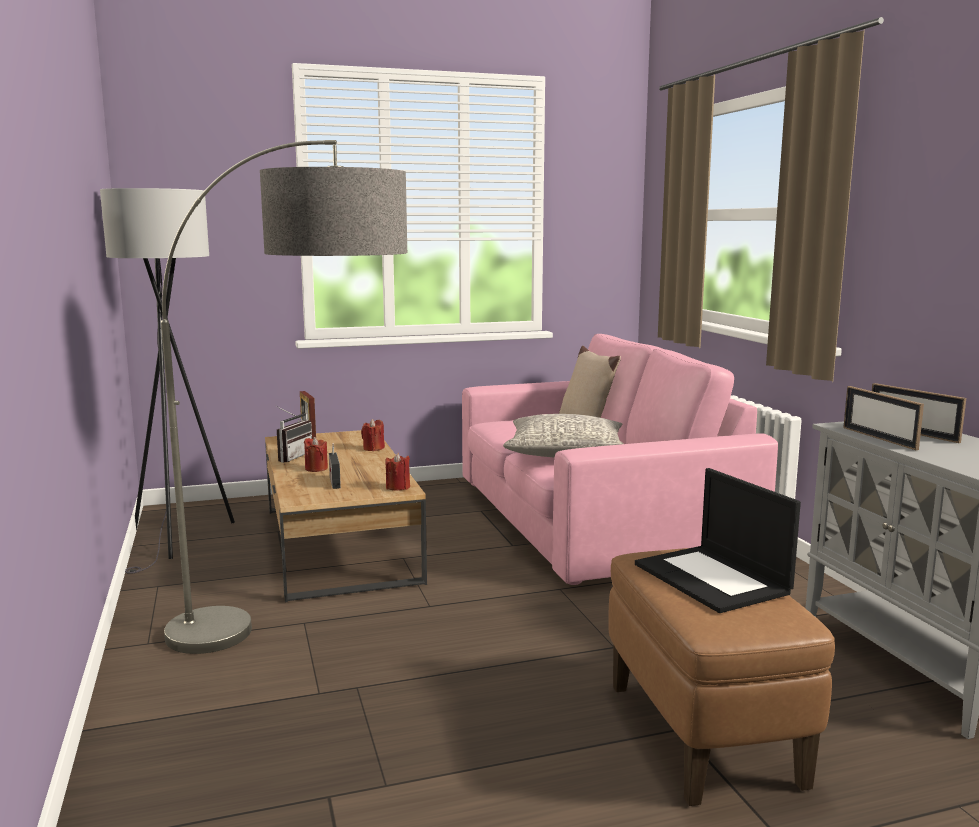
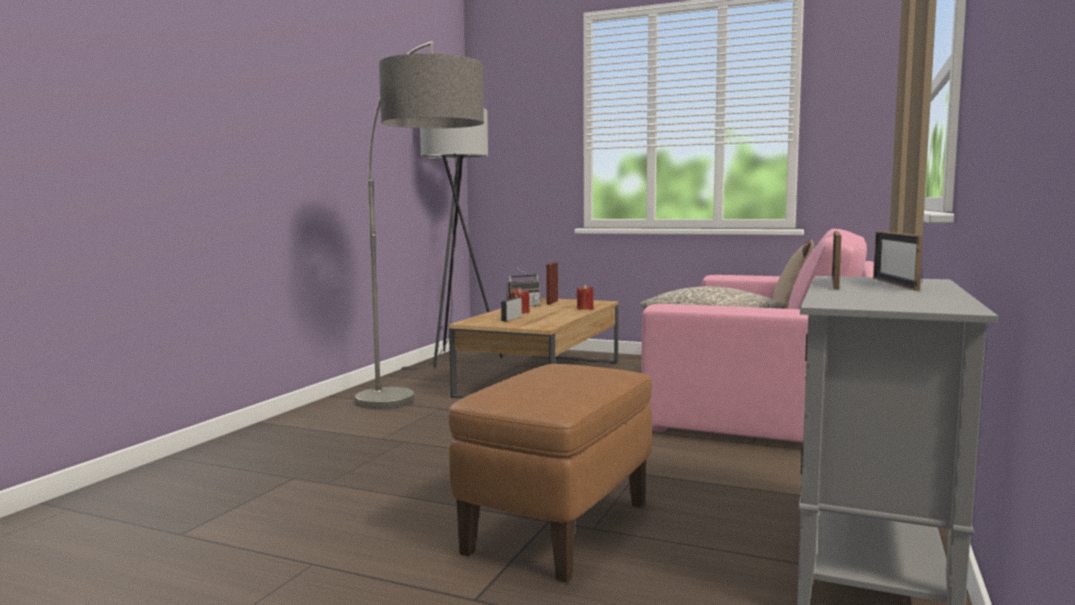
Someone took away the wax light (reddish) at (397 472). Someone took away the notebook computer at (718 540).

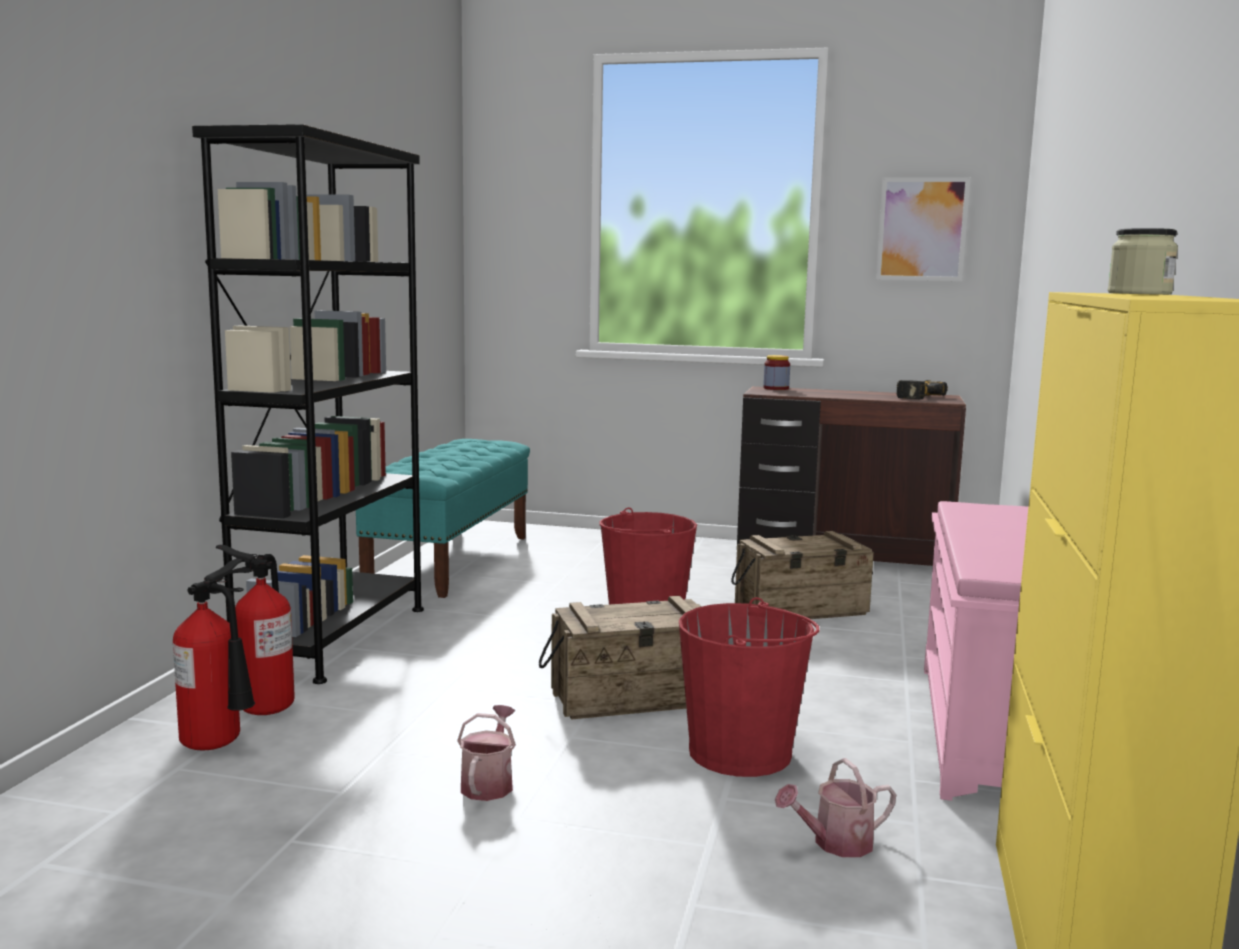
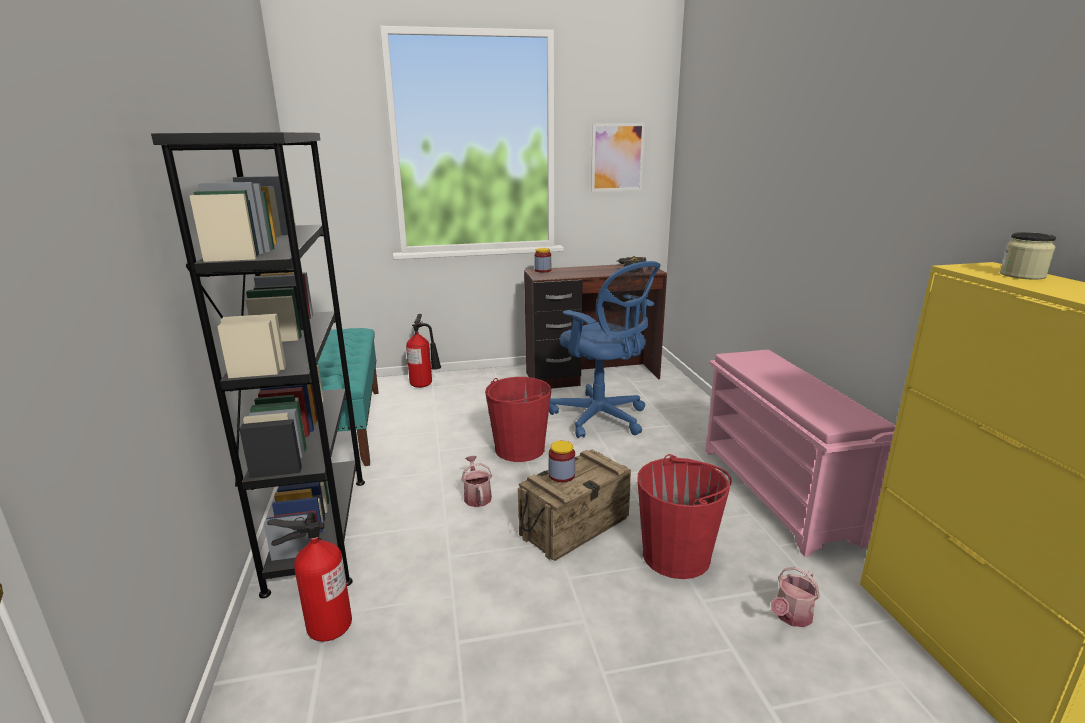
Someone carried the fire extinguisher from (214 654) to (423 351). Someone carried the watering can from (486 753) to (476 481). Someone put down the jar at (561 461). Someone swapped the shipping crate at (802 575) for the desk chair (blue) at (604 349).

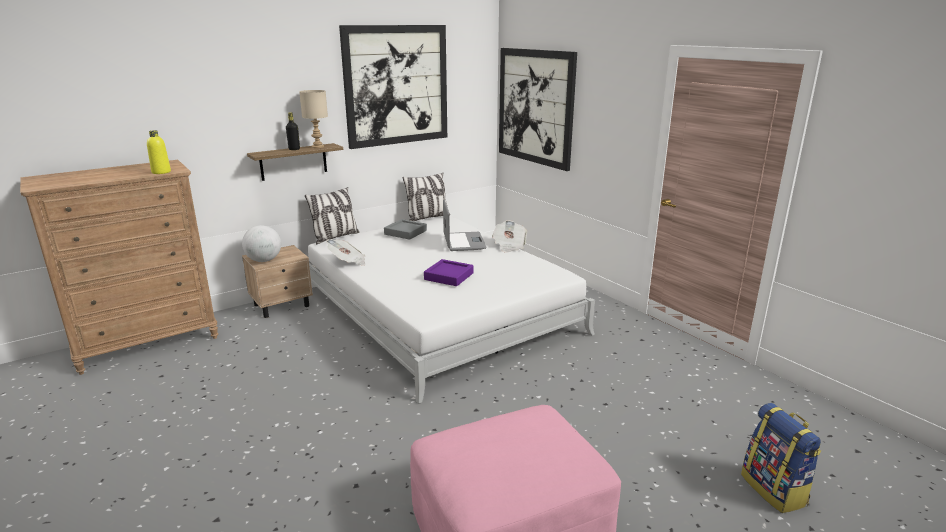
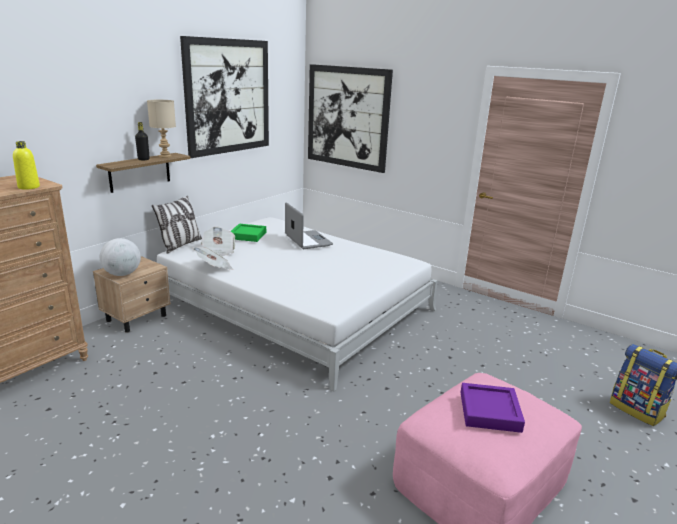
Someone carried the daily paper from (509 236) to (218 242). Someone repainted the tray (grey) at (405 229), which became the tray (green) at (248 233). Someone carried the tray (purplish) from (449 272) to (492 408). Someone took away the pillow at (426 197).

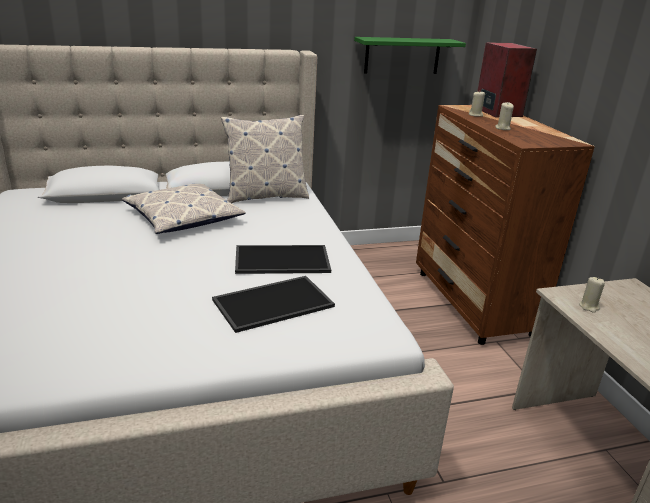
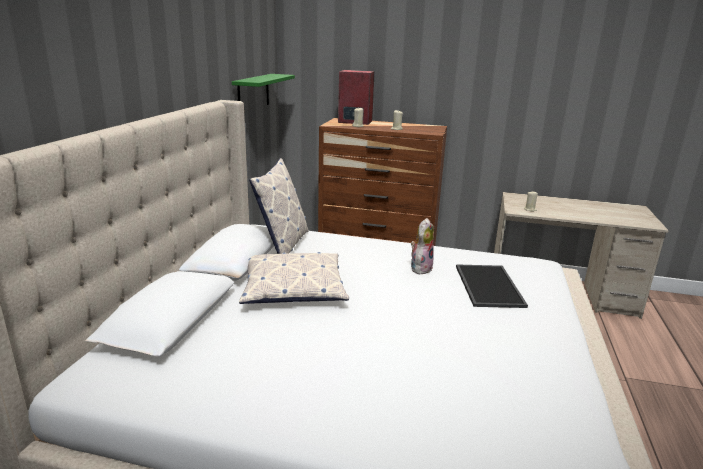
Someone swapped the tray at (283 259) for the soft toy at (422 246).

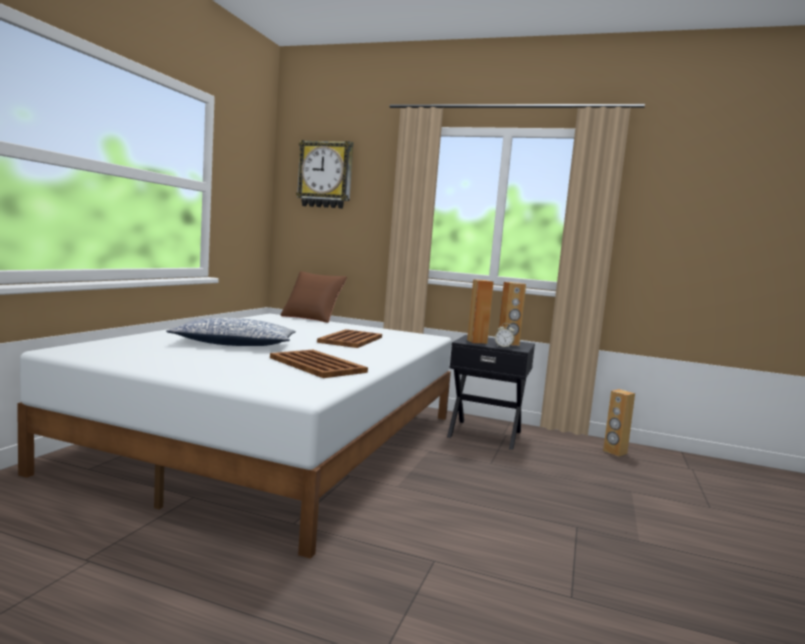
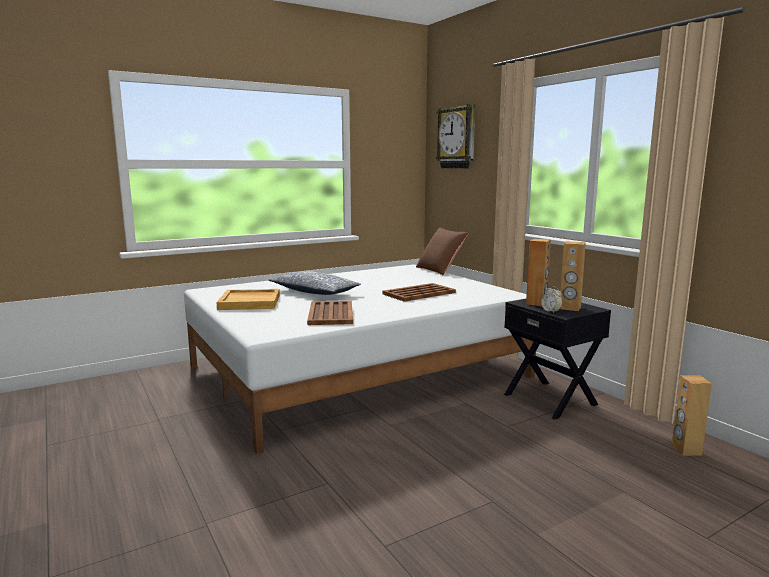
Someone put down the tray (beige) at (248 299).

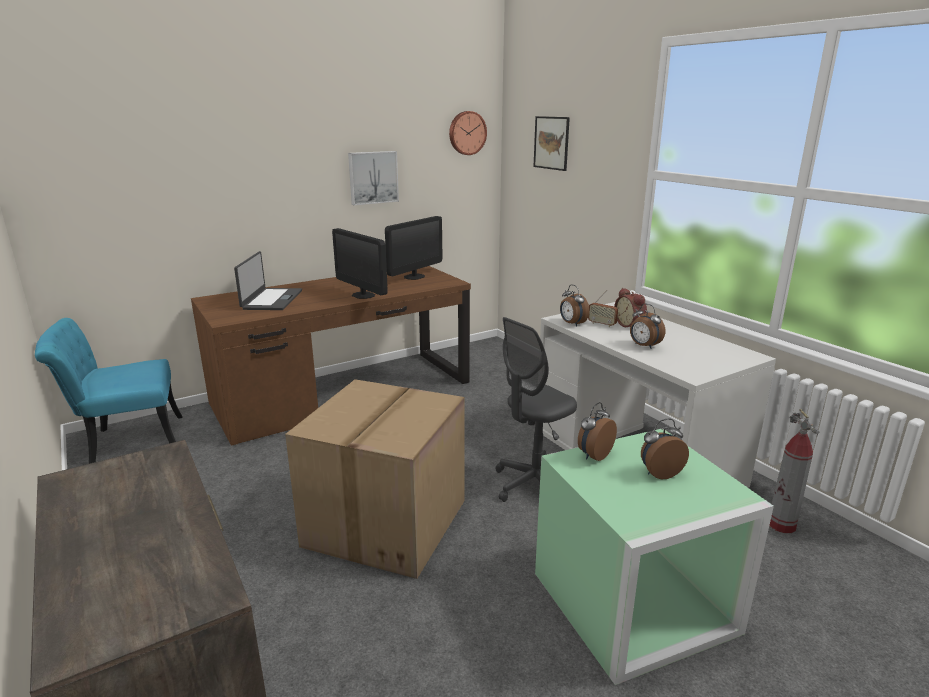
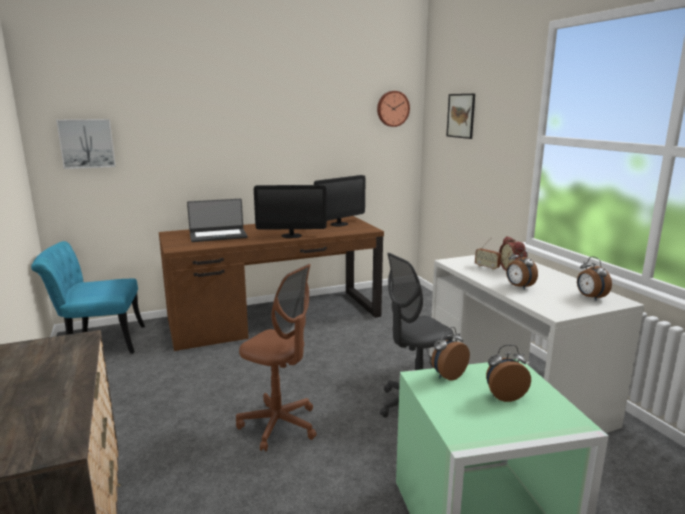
Someone carried the picture from (373 178) to (86 144). Someone rotated the notebook computer at (268 280) by 60 degrees clockwise. Someone swapped the cardboard box at (374 479) for the desk chair (brown) at (276 358). Someone rotated the monitor at (359 263) by 60 degrees counterclockwise. Someone carried the bedside clock from (574 306) to (594 278). Someone took away the fire extinguisher at (794 471).

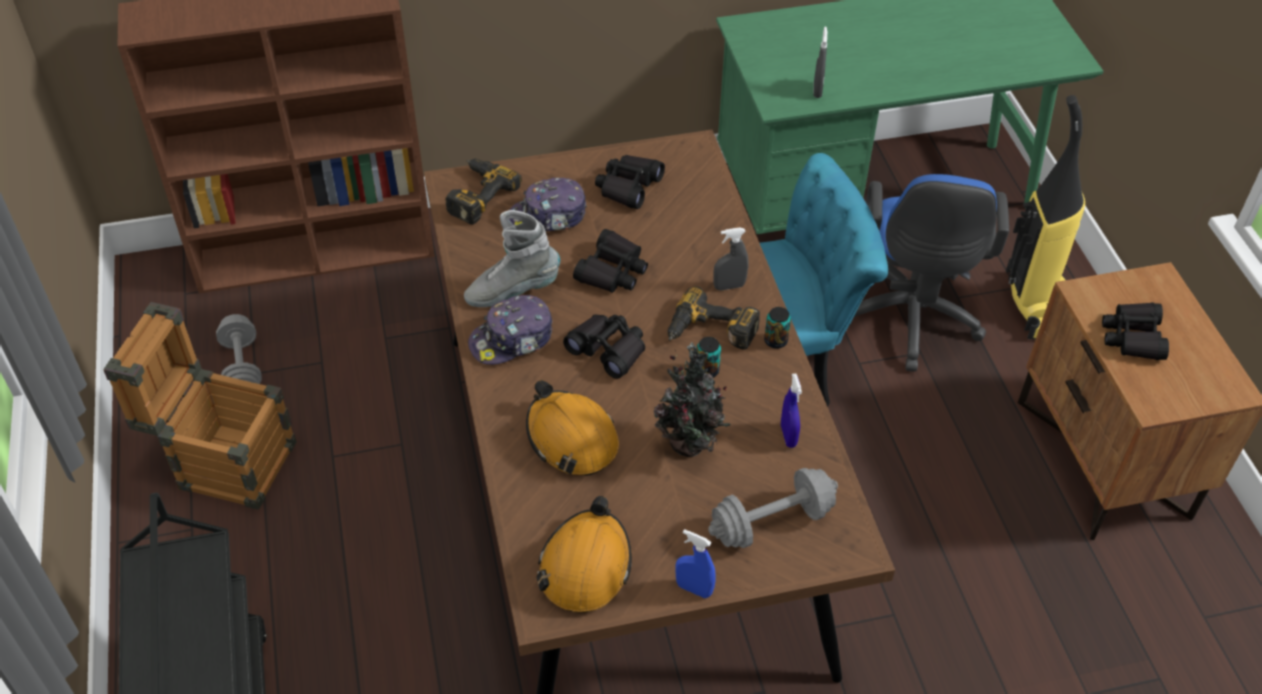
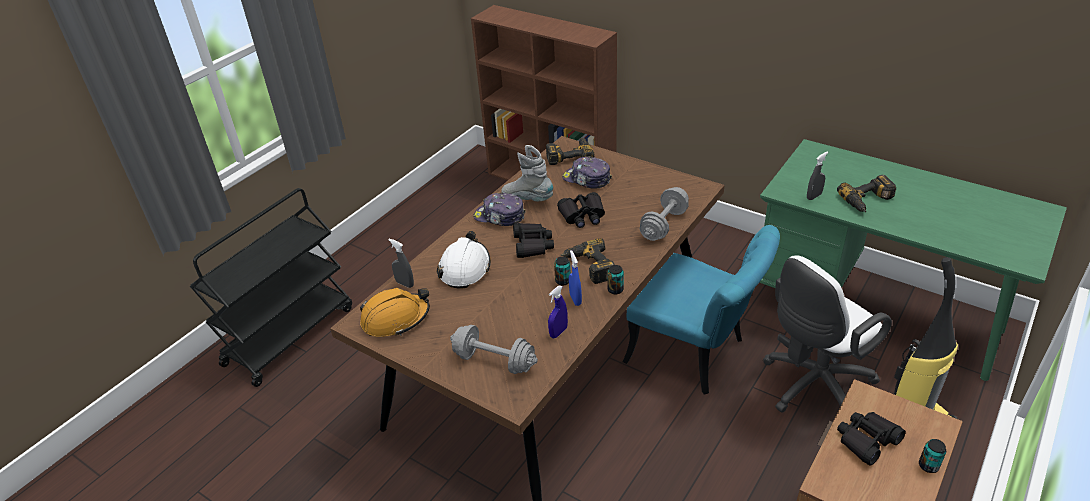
Someone carried the sprayer (grey) from (730 259) to (401 263). Someone repainted the work helmet (orange) at (572 428), which became the work helmet (whitish) at (463 260). Someone carried the sprayer (blue) from (695 563) to (575 278). Someone carried the free weight (grey) from (239 349) to (664 214). Someone repainted the desk chair (blue) at (929 273), which became the desk chair (whitish) at (827 334). Someone put down the electric drill at (866 193). Someone put down the sealed can at (932 456). Someone took away the shipping crate at (200 406). Someone took away the binoculars (black-coloured) at (630 182). Someone took away the potted plant at (692 399).

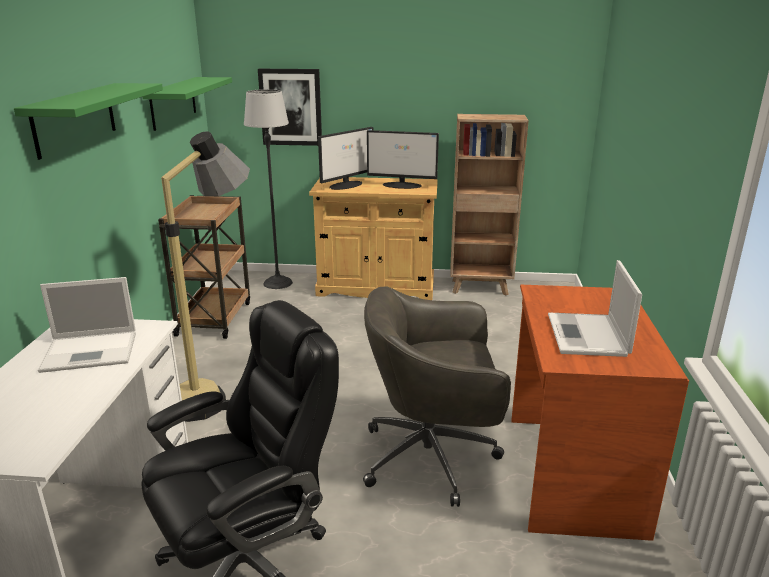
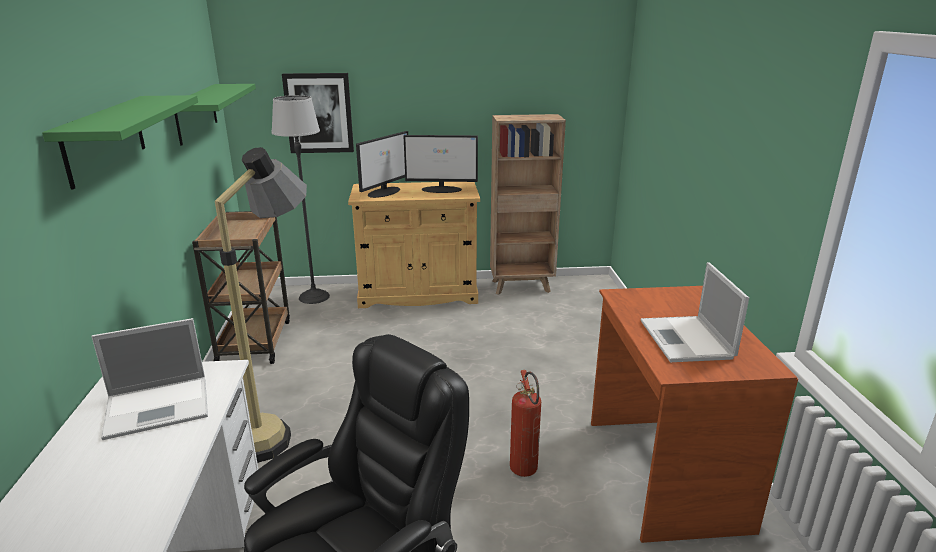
Someone swapped the desk chair (grey) at (437 396) for the fire extinguisher at (525 423).

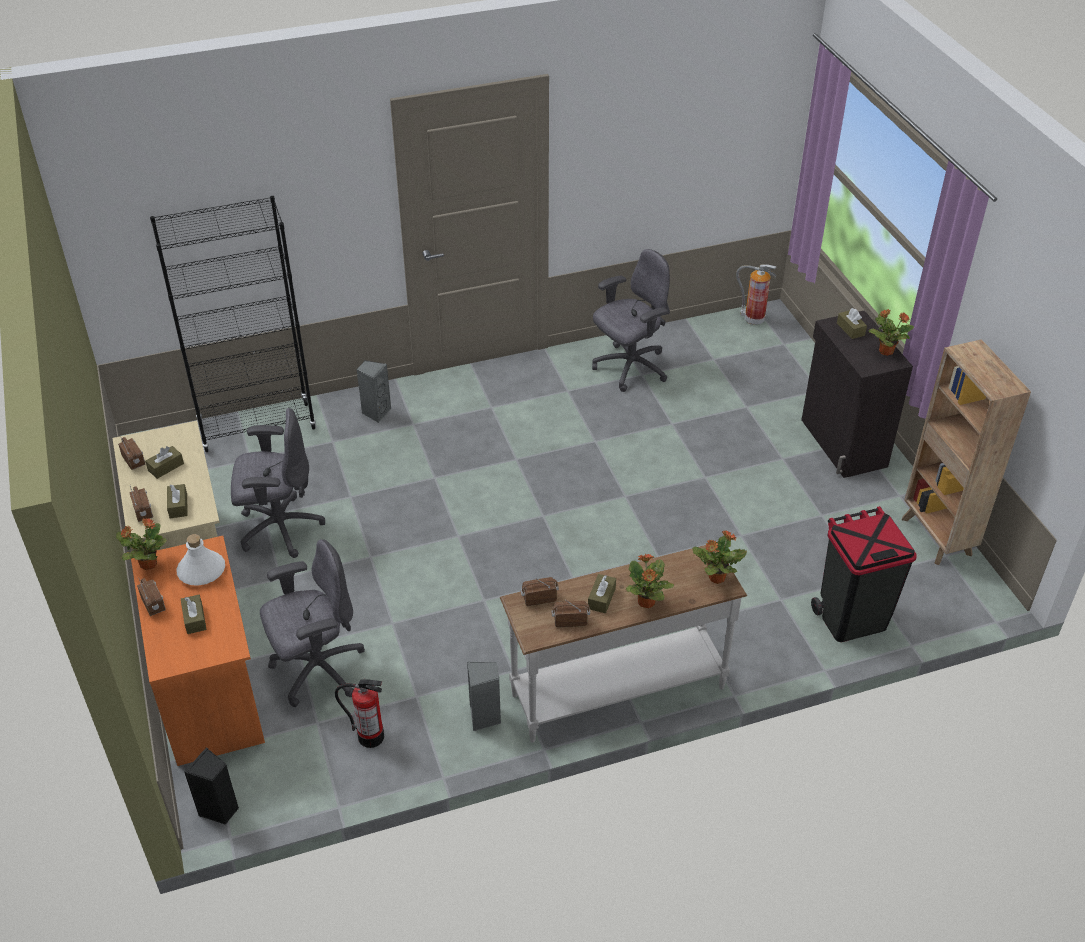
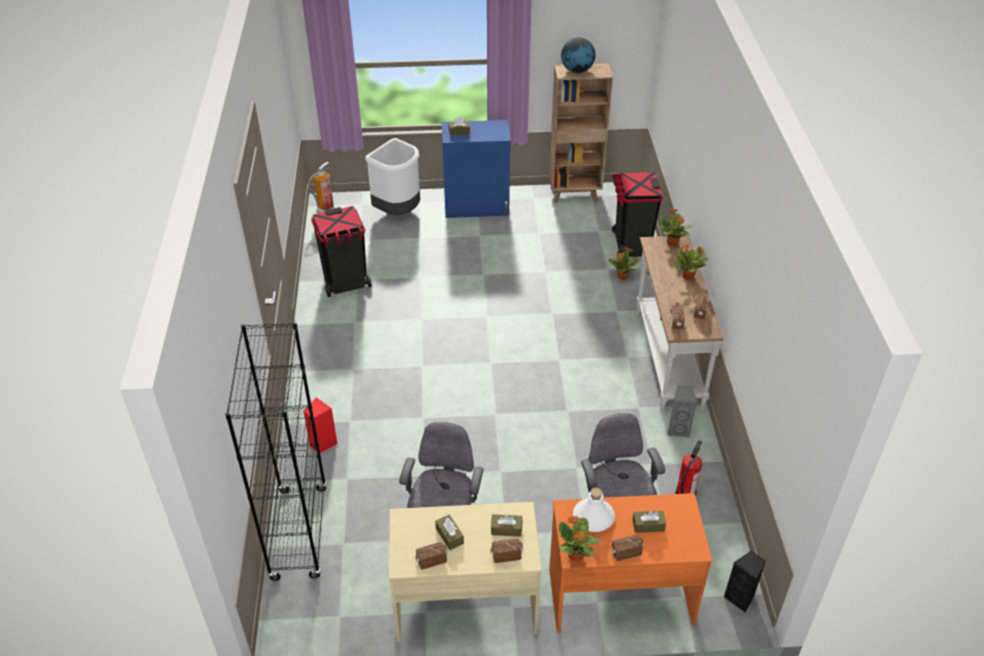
Someone repainted the loudspeaker (grey) at (374 391), which became the loudspeaker (reddish) at (320 425). Someone swapped the desk chair (grey) at (631 320) for the waste bin (black-coloured) at (341 251). Someone put down the waste bin (whitish) at (392 176). Someone repainted the cupboard (black-coloured) at (857 394), which became the cupboard (blue) at (476 169). Someone put down the desk globe at (578 55). Someone carried the potted plant from (891 332) to (624 263). Someone took away the box of tissues (brown) at (602 593).

